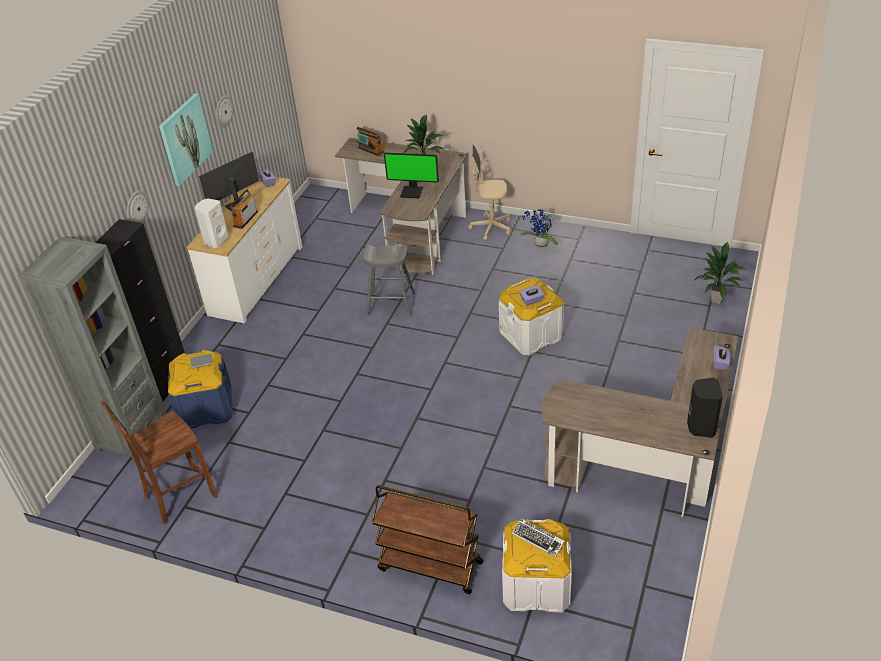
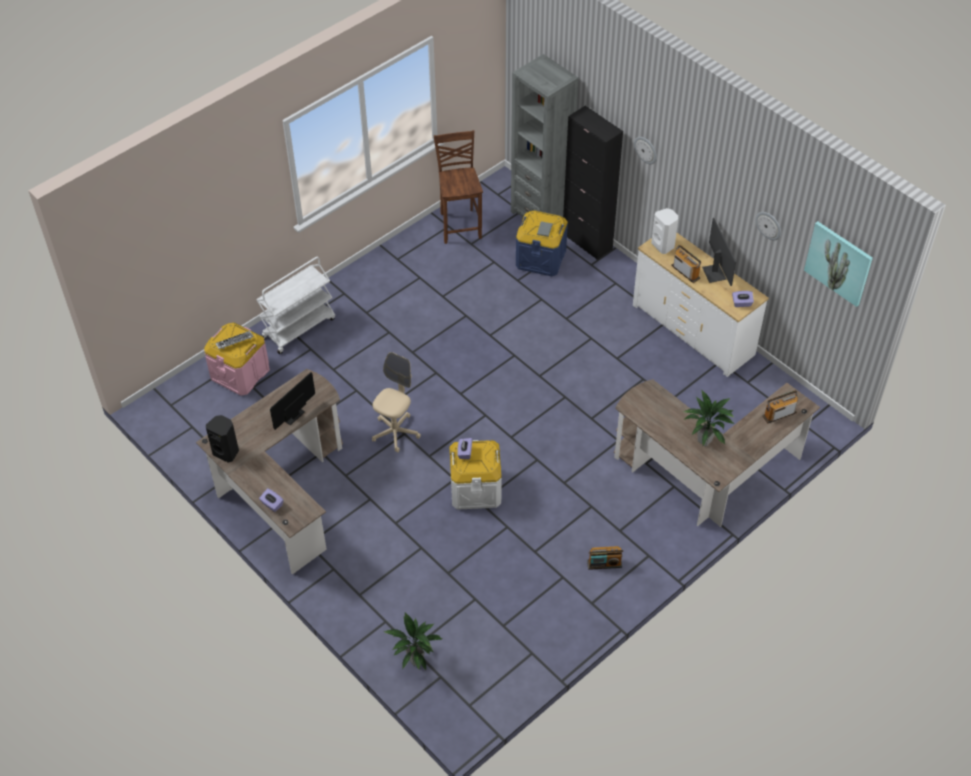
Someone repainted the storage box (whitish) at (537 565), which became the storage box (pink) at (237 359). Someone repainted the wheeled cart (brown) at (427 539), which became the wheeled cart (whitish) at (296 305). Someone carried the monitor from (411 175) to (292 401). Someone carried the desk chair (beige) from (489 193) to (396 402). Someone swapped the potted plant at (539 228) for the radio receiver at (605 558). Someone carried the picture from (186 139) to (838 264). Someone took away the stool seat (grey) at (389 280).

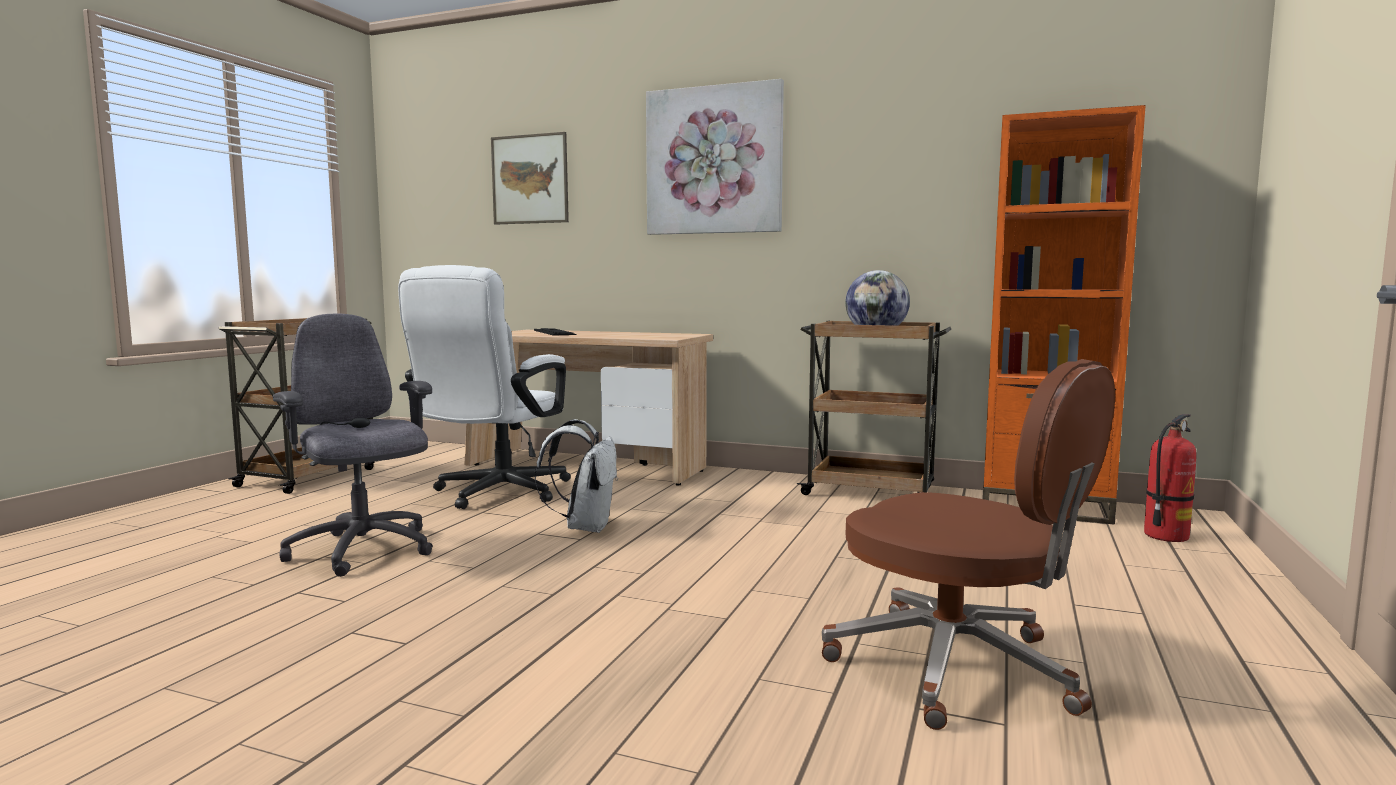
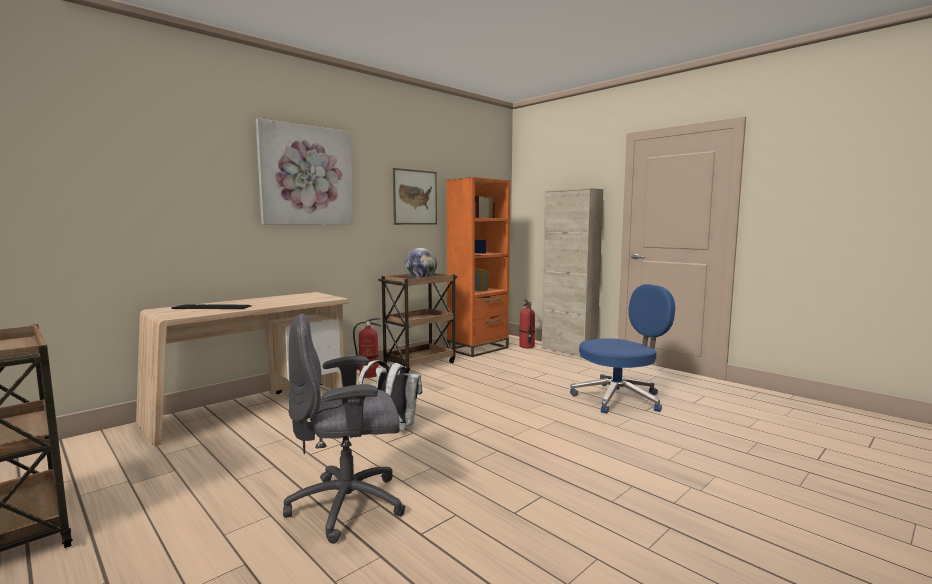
Someone put down the fire extinguisher at (367 348). Someone carried the picture from (530 178) to (415 196). Someone put down the cupboard (beige) at (572 272). Someone repainted the desk chair (brown) at (968 544), which became the desk chair (blue) at (622 349). Someone took away the desk chair (whitish) at (484 387).

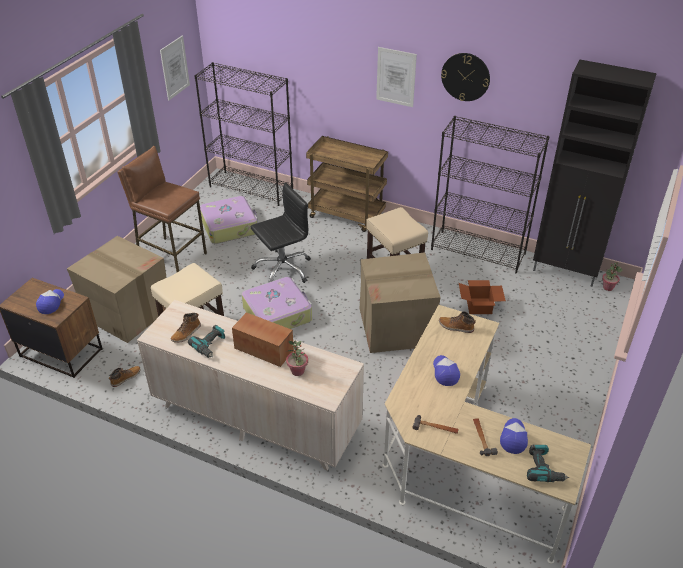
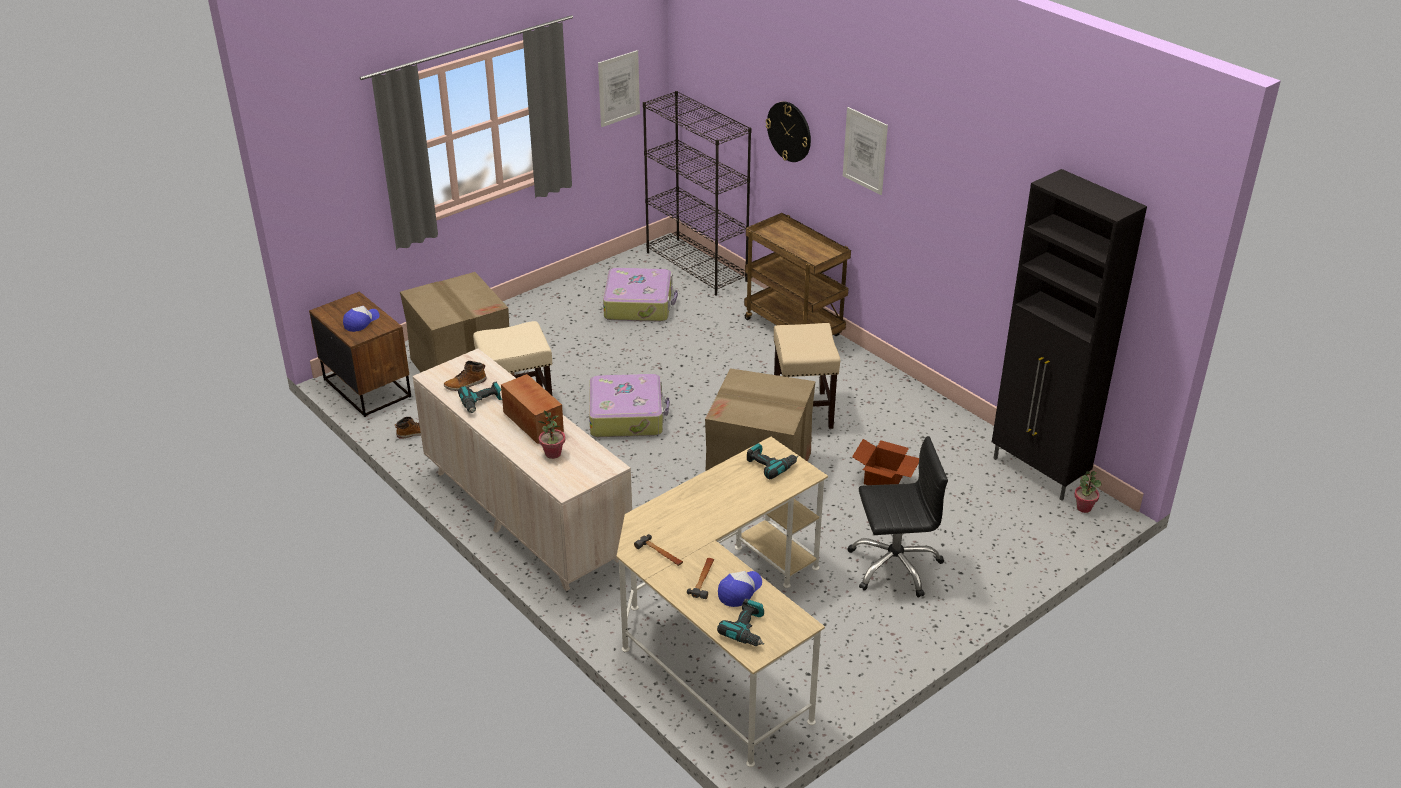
Someone swapped the high-top boot at (457 322) for the electric drill at (772 461). Someone carried the hanging clock from (465 77) to (788 132). Someone carried the desk chair (black-coloured) from (281 233) to (897 517). Someone took away the stool seat (brown) at (162 209). Someone took away the bookcase (black-coloured) at (490 194). Someone took away the cap at (446 370).

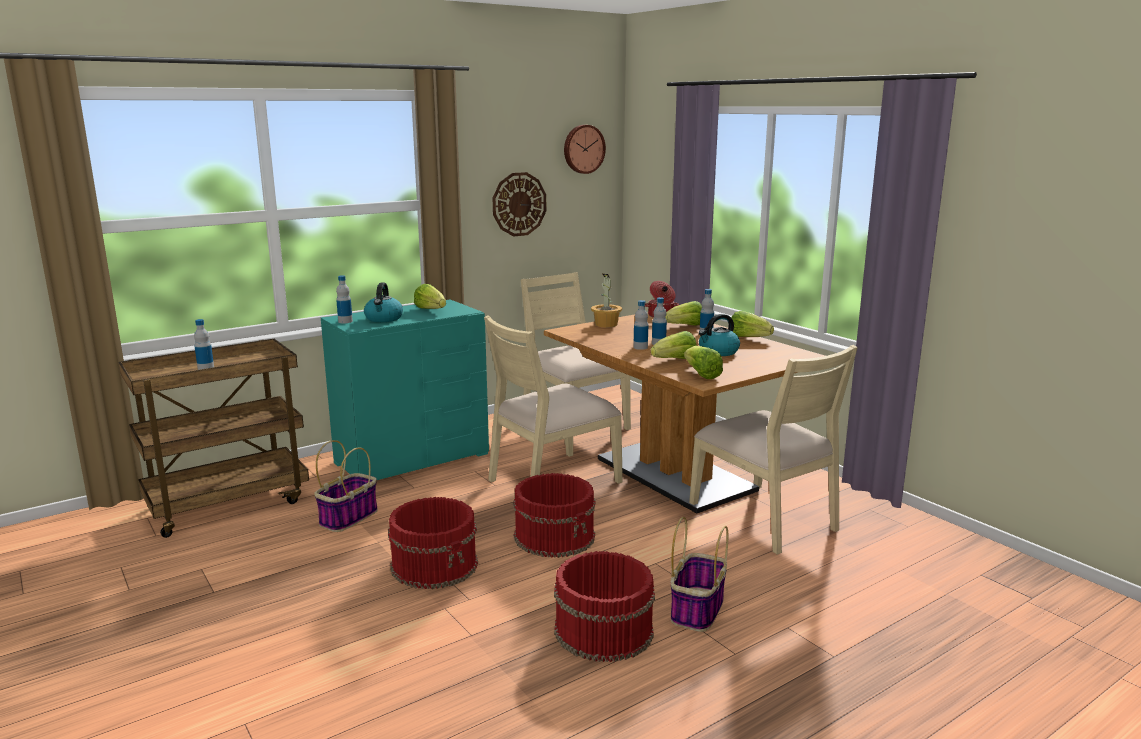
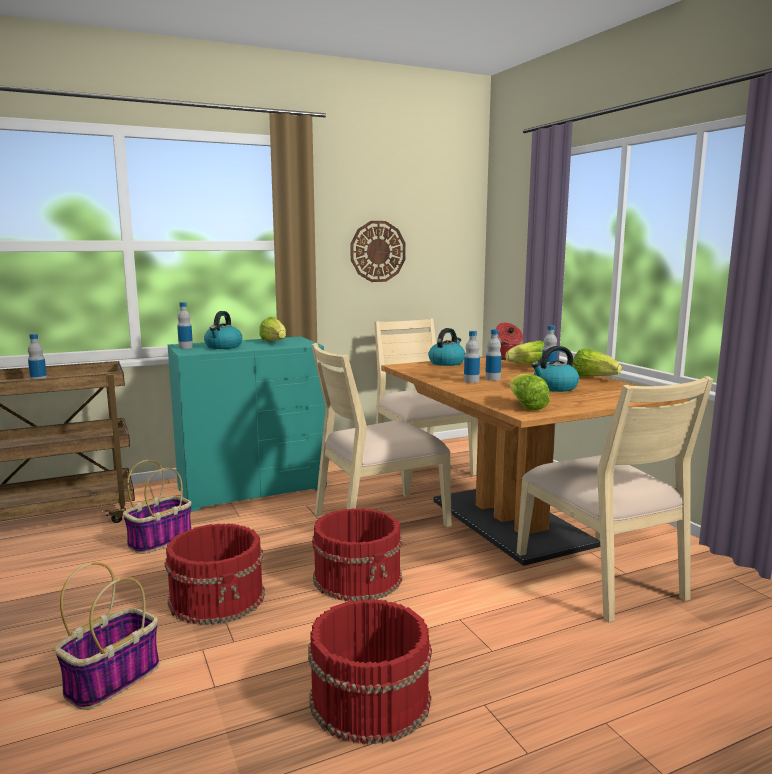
Someone carried the household basket from (699 574) to (107 636). Someone swapped the potted plant at (606 300) for the tea kettle at (446 347). Someone took away the hanging clock at (585 149). Someone took away the lettuce at (674 345).

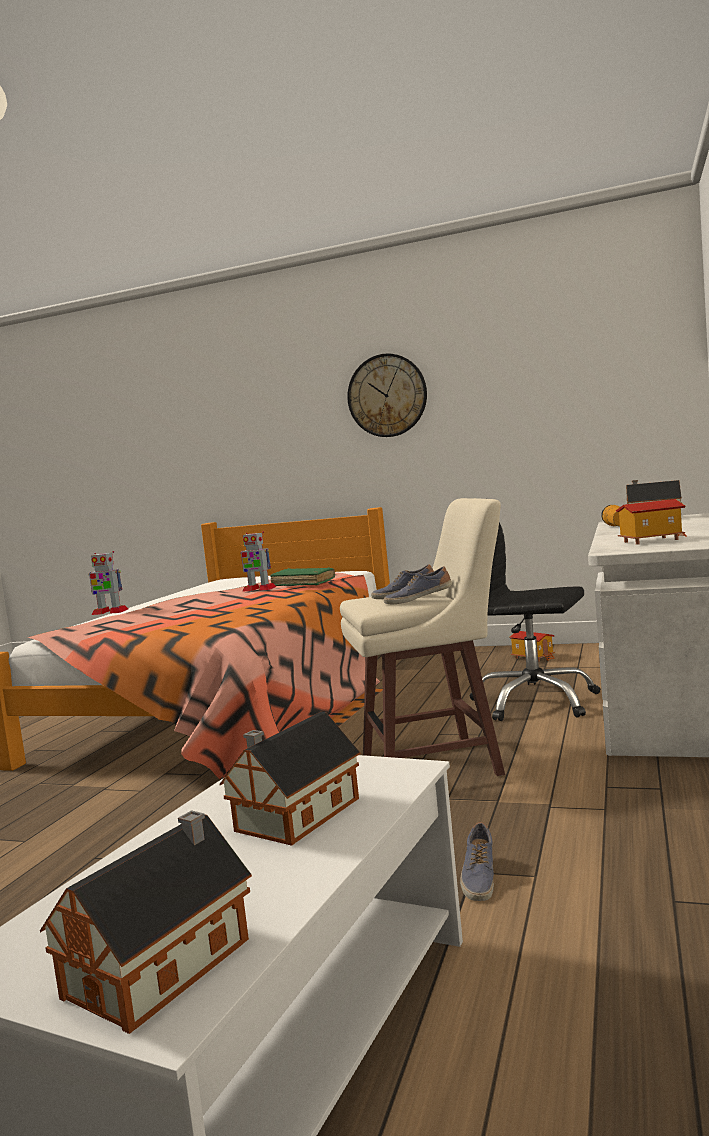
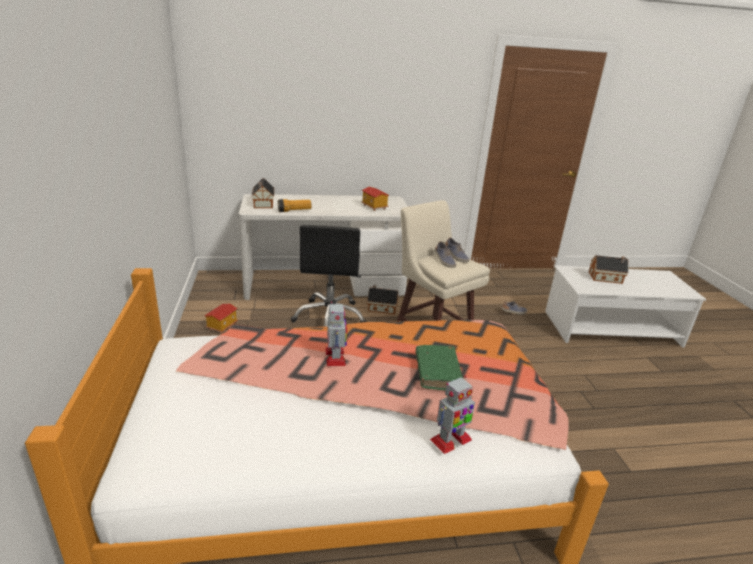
Someone carried the toy house from (146 922) to (382 299). Someone carried the bound book (green) from (302 577) to (439 367). Someone rotated the toy robot at (108 583) by 75 degrees clockwise. Someone took away the hanging clock at (387 395).

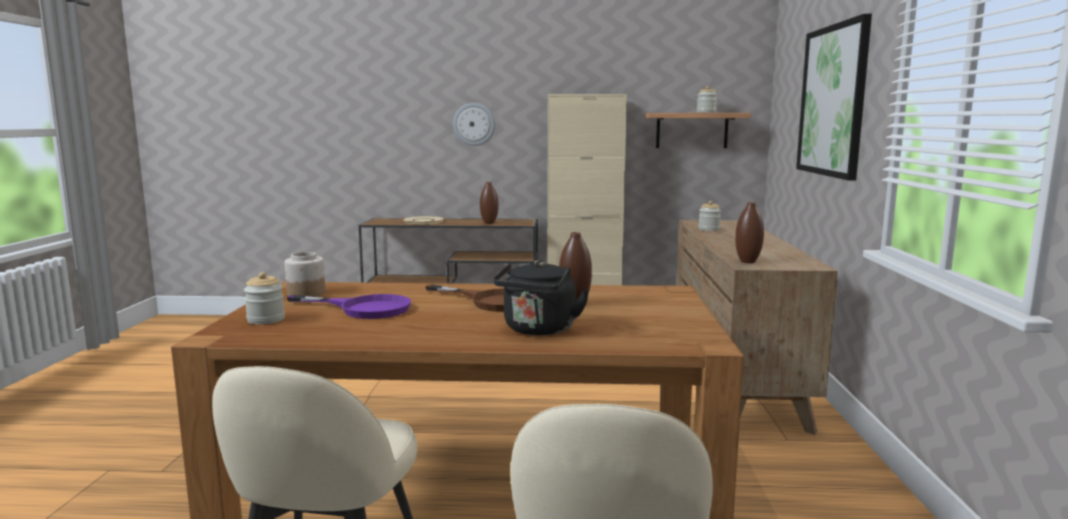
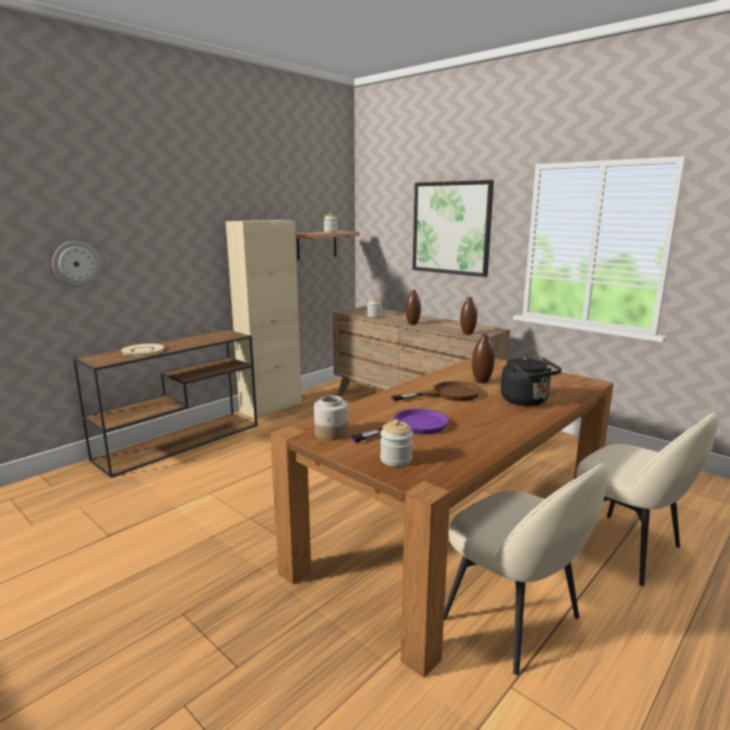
Someone carried the hanging clock from (474 124) to (76 264). Someone carried the flower vase (brown) from (489 203) to (413 307).

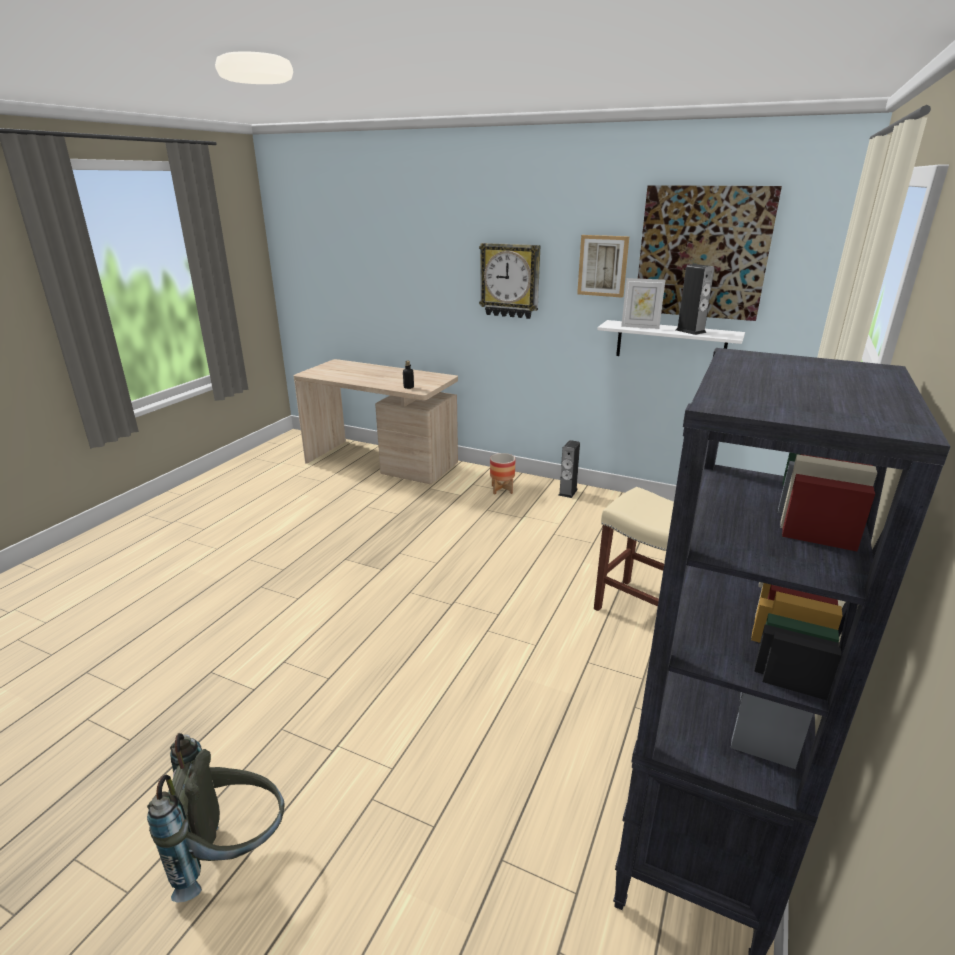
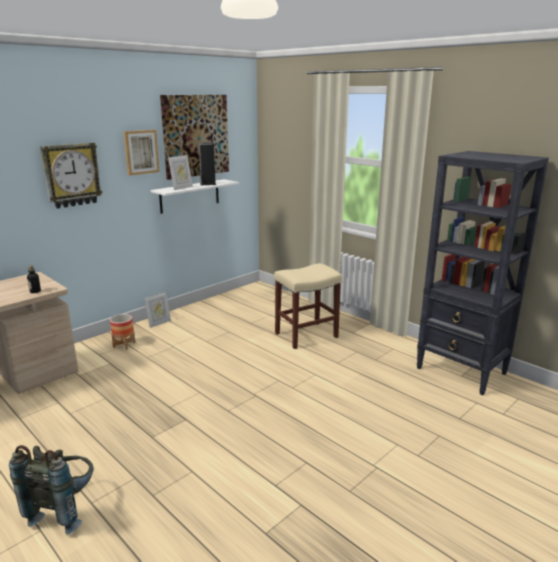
Someone carried the knapsack (grey) from (216 818) to (51 490). Someone swapped the loudspeaker at (569 469) for the picture frame at (157 310).

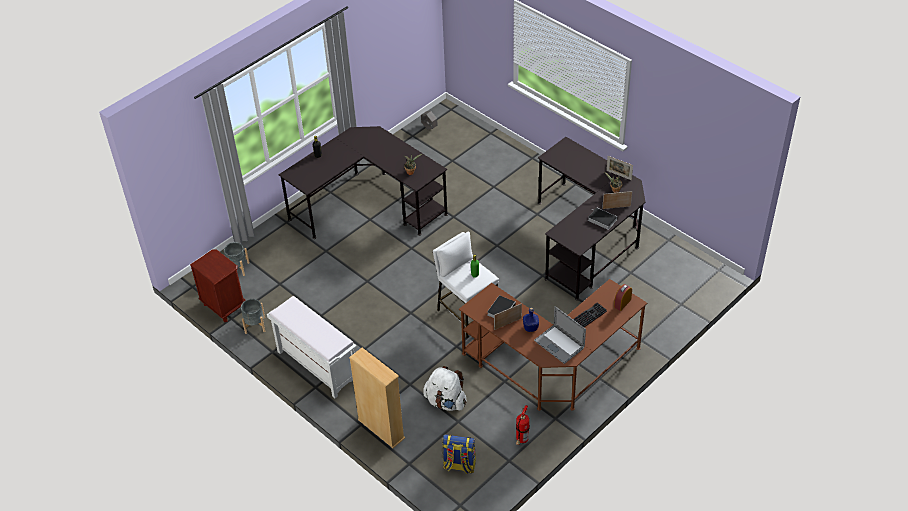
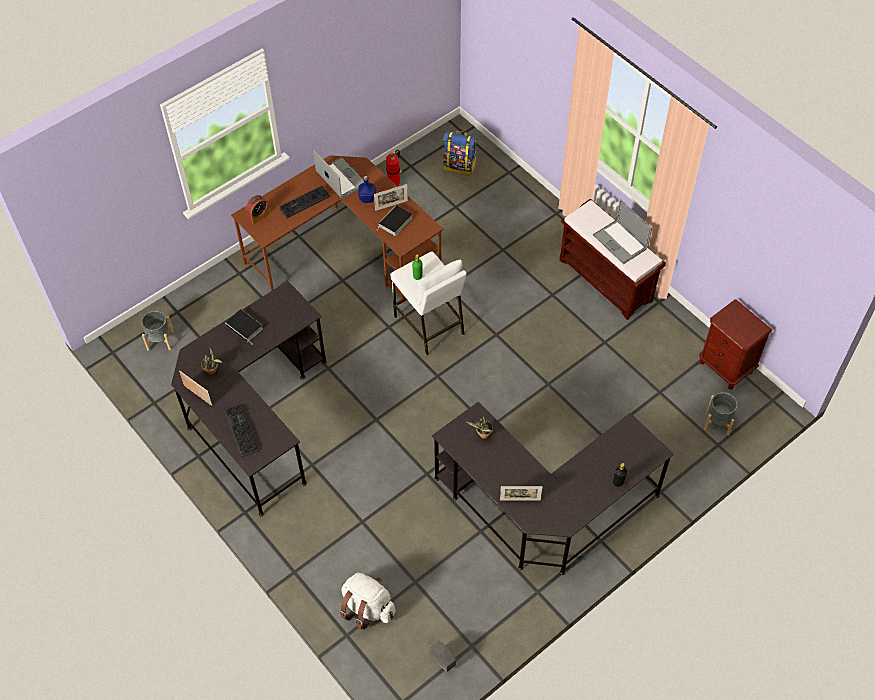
Someone carried the planter (grey) from (253 316) to (157 331). Someone put down the keyboard at (241 431). Someone carried the knapsack (whitish) from (444 388) to (367 601). Someone carried the picture frame from (617 200) to (521 493). Someone repainted the long seat (whitish) at (312 347), which became the long seat (brown) at (612 259). Someone put down the notebook computer at (622 231). Someone took away the bookcase (beige) at (377 398).

